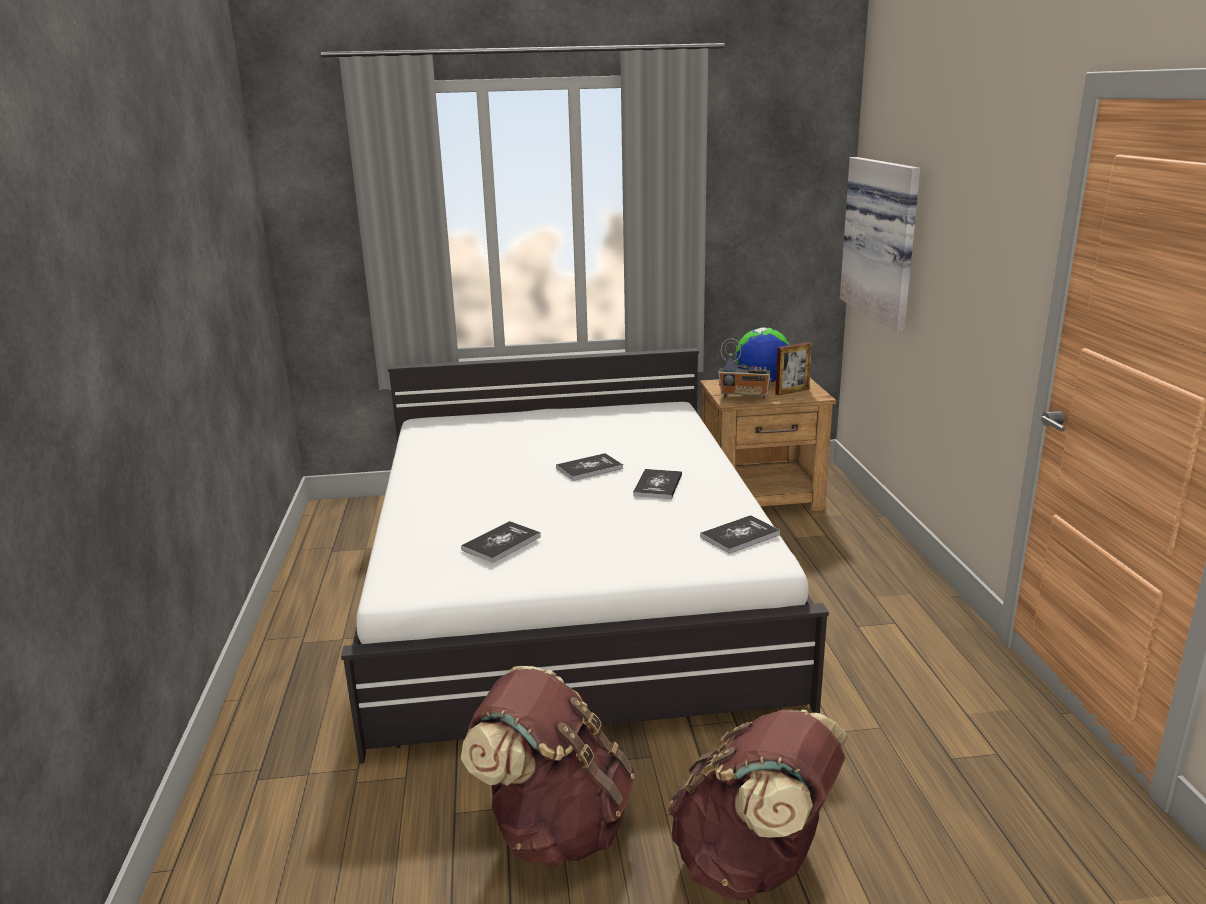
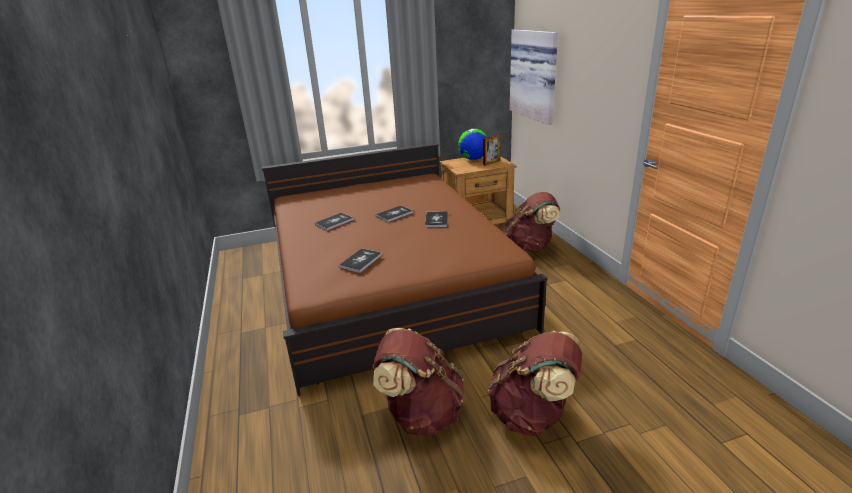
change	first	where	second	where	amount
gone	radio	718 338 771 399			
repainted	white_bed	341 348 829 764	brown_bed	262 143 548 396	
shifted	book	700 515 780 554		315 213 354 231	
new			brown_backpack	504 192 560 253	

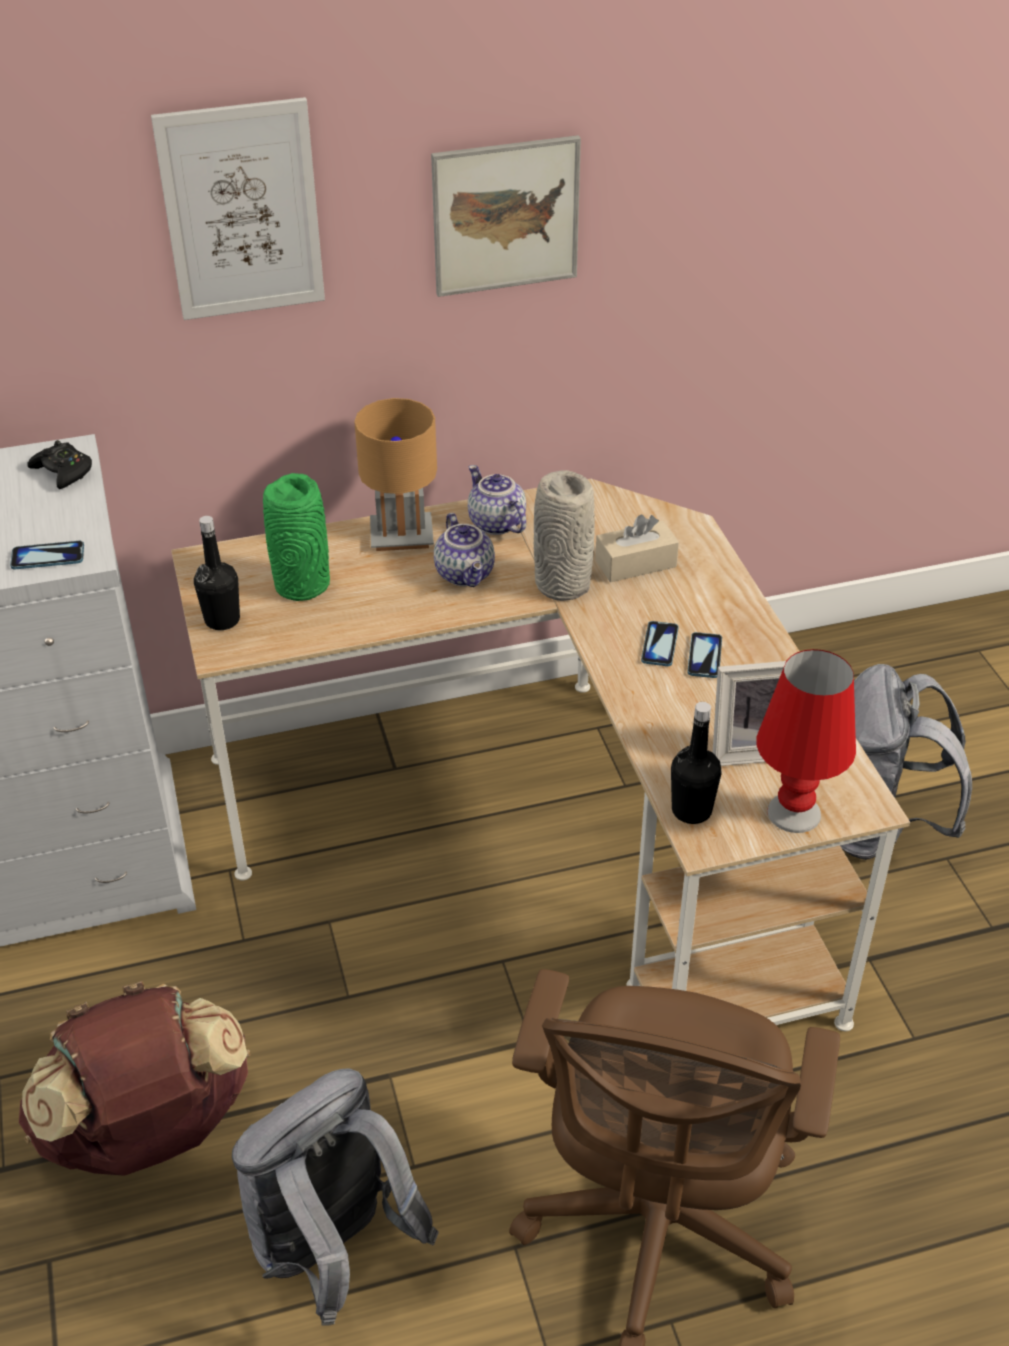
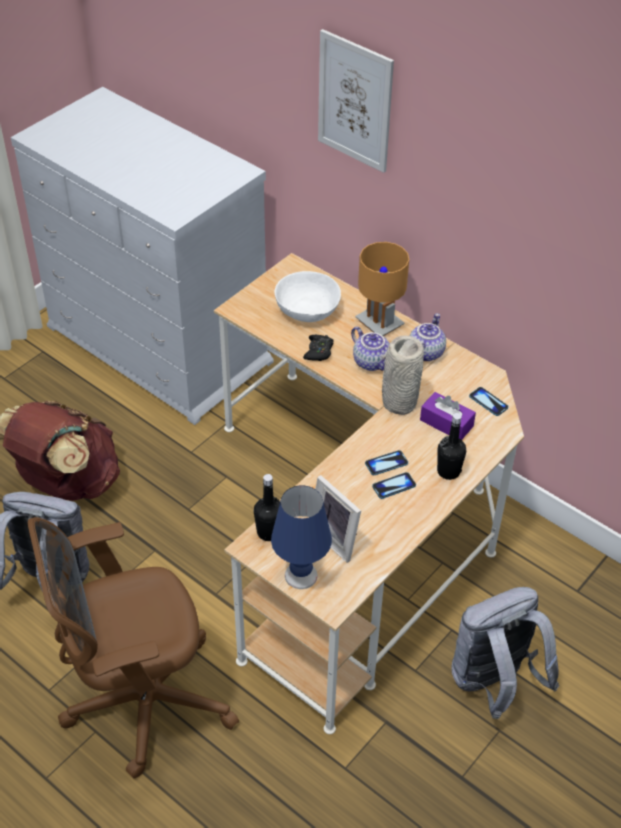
change	first	where	second	where	amount
gone	picture	431 135 581 297			
shifted	black_game_controller	27 440 92 489		303 335 334 361	
swapped	green_vase	263 473 330 601	white_bowl	274 271 341 322	
rotated	teapot	434 513 495 587		351 327 390 371	75 degrees counterclockwise
repainted	beige_tissue_box	595 515 679 582	purple_tissue_box	420 392 476 440	
shifted	black_bottle	194 516 240 630		437 413 466 480	
shifted	phone	10 541 84 569		469 387 509 416	
repainted	red_table_lamp	757 649 856 833	blue_table_lamp	271 485 332 589	

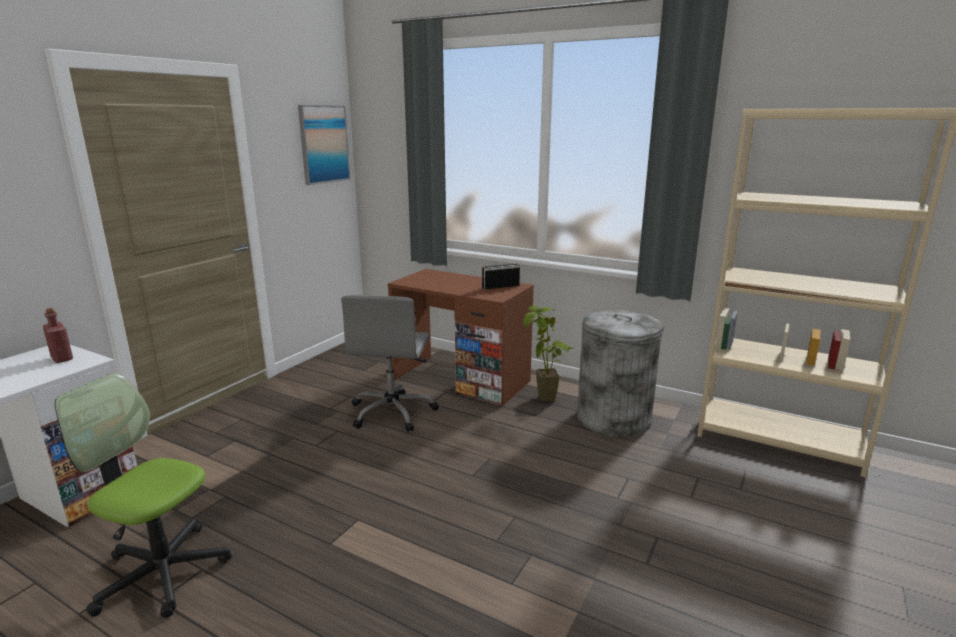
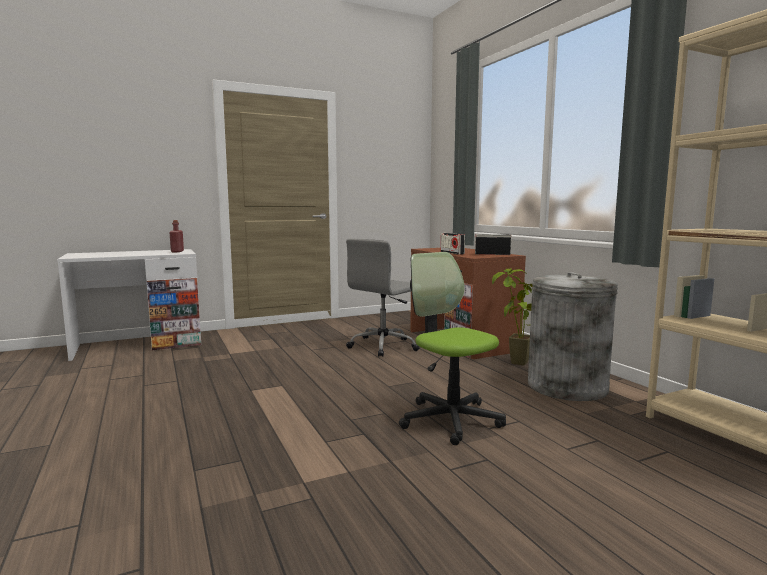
change	first	where	second	where	amount
gone	picture	298 105 351 185			
shifted	office_chair	55 373 232 618		399 252 506 445	
new			radio	441 233 465 255	

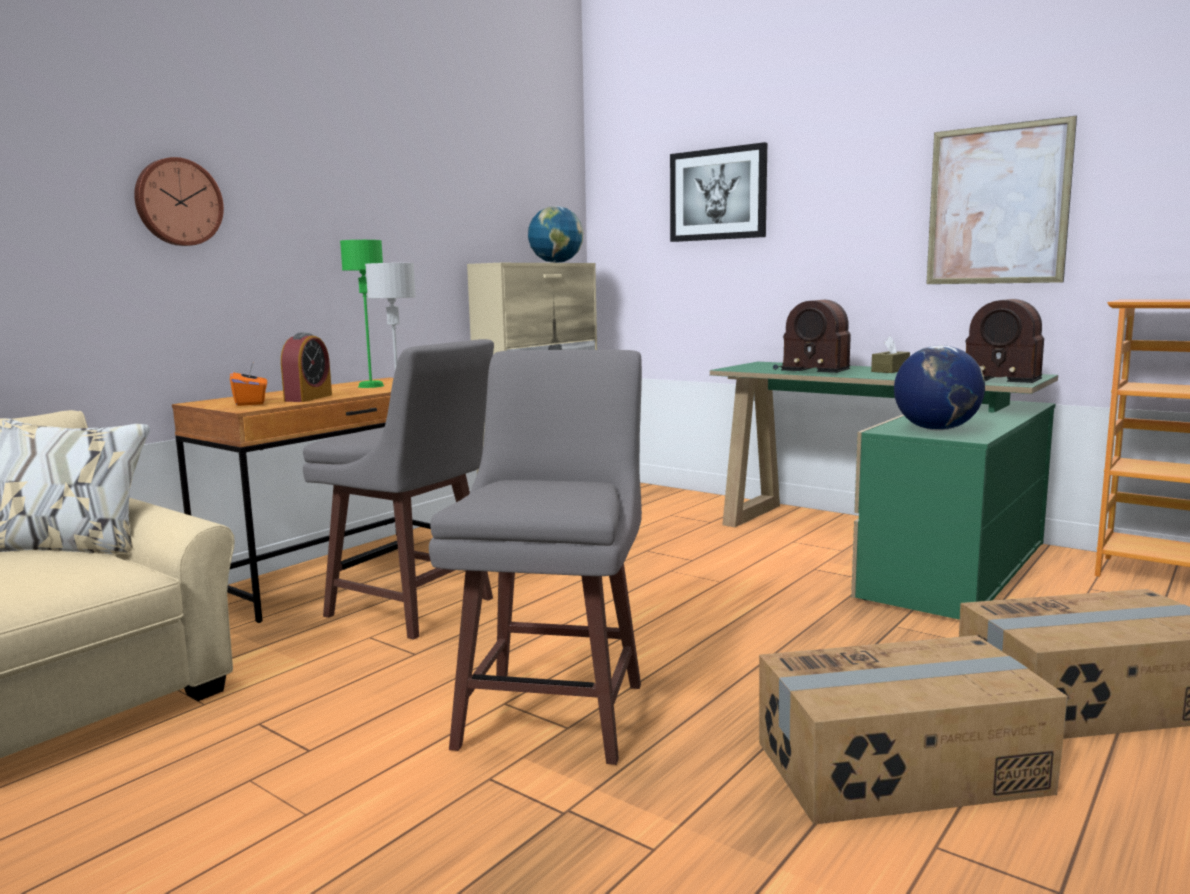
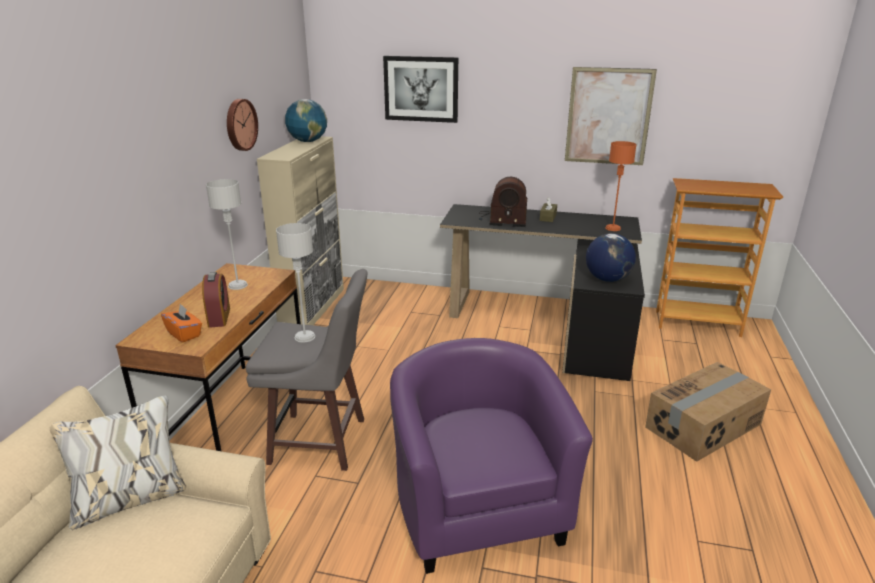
change	first	where	second	where	amount
shifted	wall_clock	134 157 224 246		227 99 258 151	
repainted	green_table_lamp	340 240 384 388	grey_table_lamp	206 179 248 290	
swapped	radio	966 299 1044 383	orange_table_lamp	605 141 637 231	
swapped	grey_stool	429 350 642 765	purple_armchair	390 338 593 574	
repainted	green_desk	710 362 1058 620	black_desk	440 204 645 381	
gone	cardboard_box	759 635 1068 824			

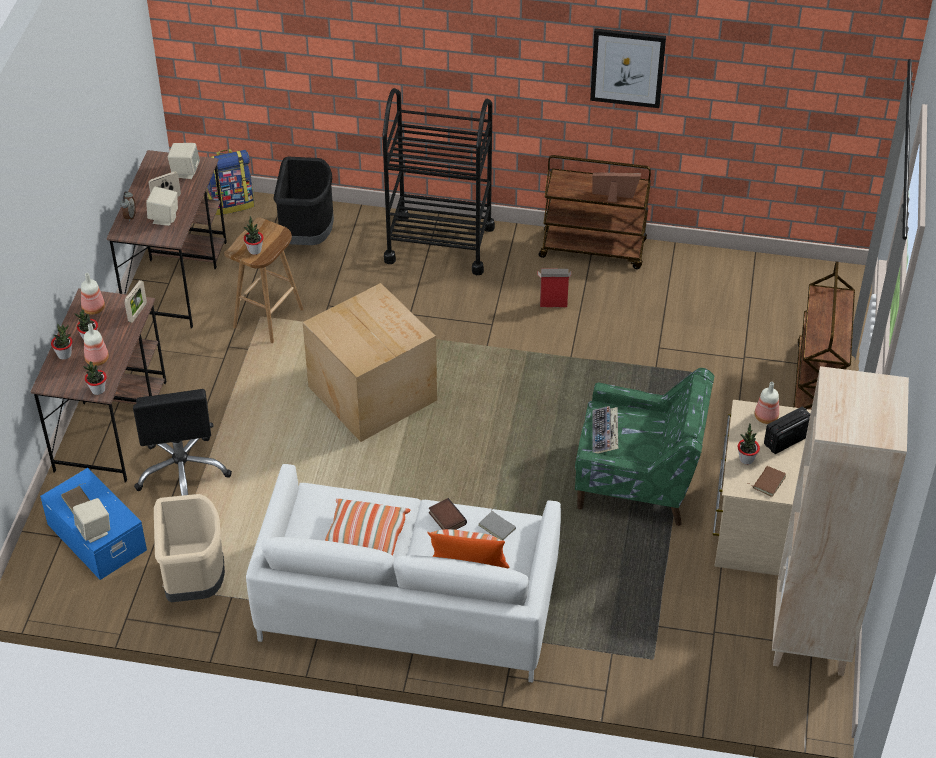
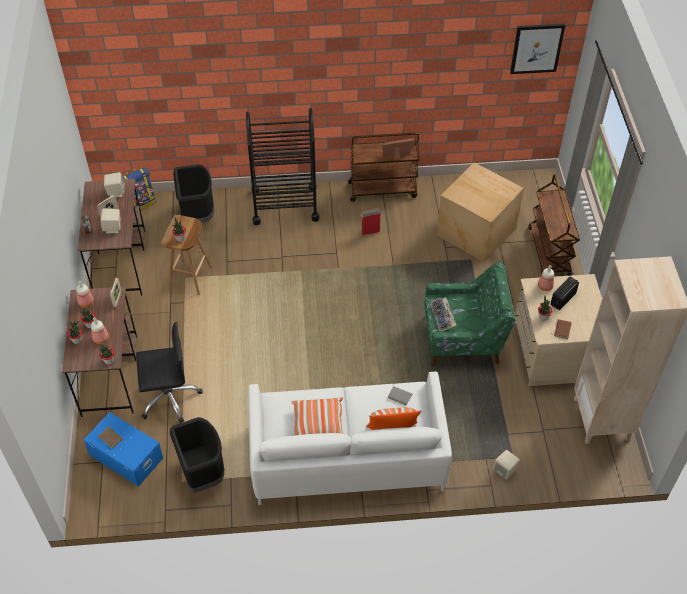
change	first	where	second	where	amount
shifted	picture	590 28 666 108		510 24 565 74	
shifted	cardboard_box	303 283 437 442		437 162 524 262	
rotated	black_office_chair	133 389 232 496		136 322 203 423	75 degrees counterclockwise
repainted	beige_trash_can	154 494 225 602	black_trash_can	170 417 224 493	
shifted	beige_speaker	73 498 110 543		493 450 520 480	
gone	book	429 498 467 530			

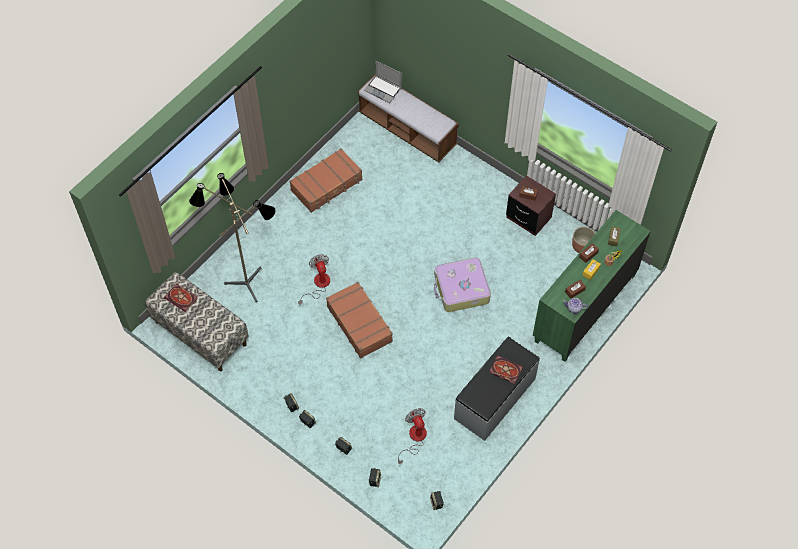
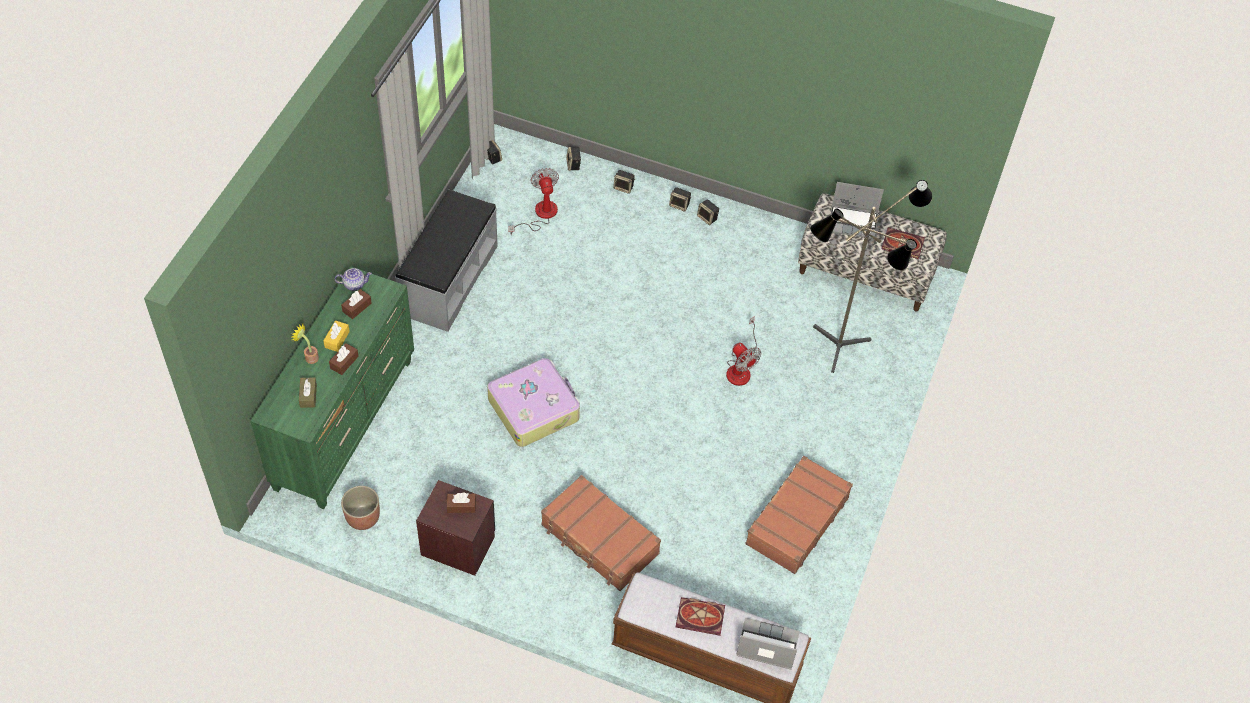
change	first	where	second	where	amount
shifted	brown_suitcase	326 282 393 359		541 475 661 591	
shifted	book	489 355 523 384		676 597 725 636	
rotated	fan	398 408 427 465		508 168 559 235	150 degrees counterclockwise
new			laptop	831 182 884 239	

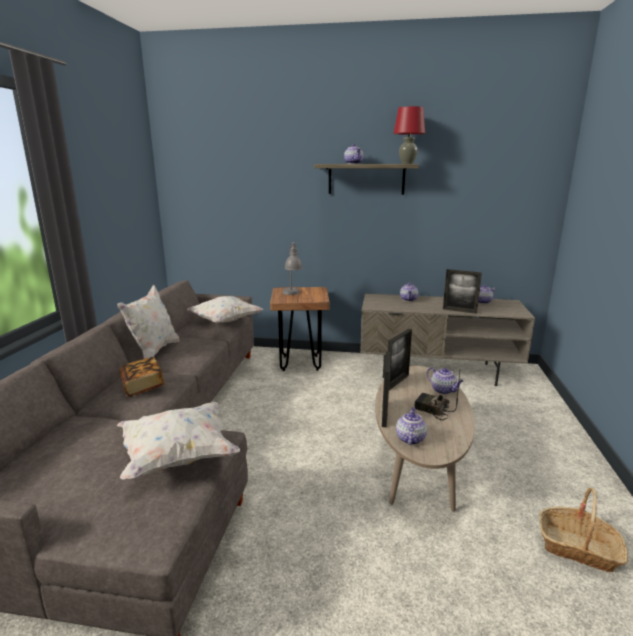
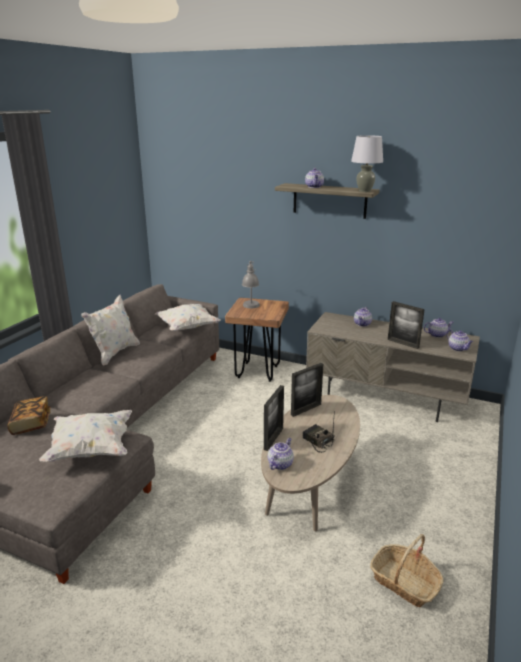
change	first	where	second	where	amount
repainted	red_table_lamp	393 106 425 164	grey_table_lamp	351 135 383 192	
shifted	book	119 357 165 397		7 396 51 435	
shifted	teapot	427 367 464 394		447 330 473 351	

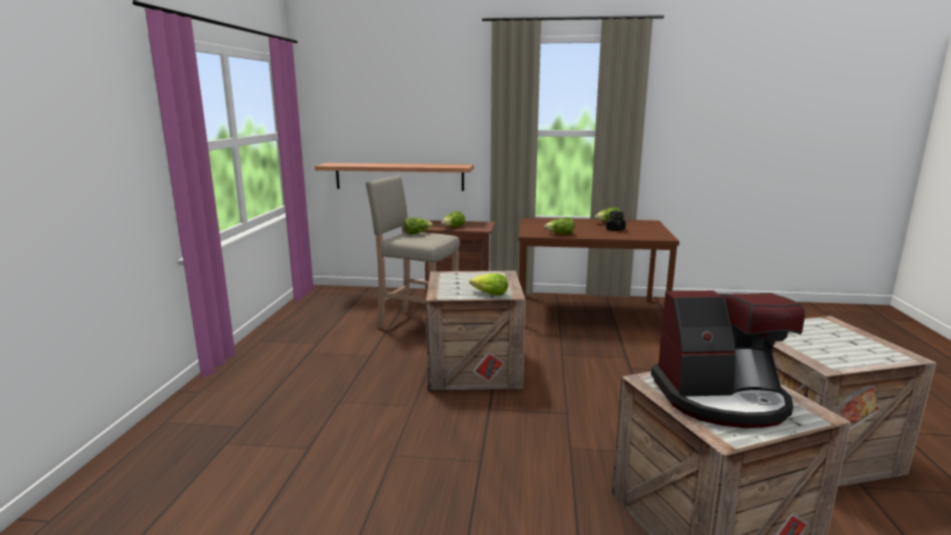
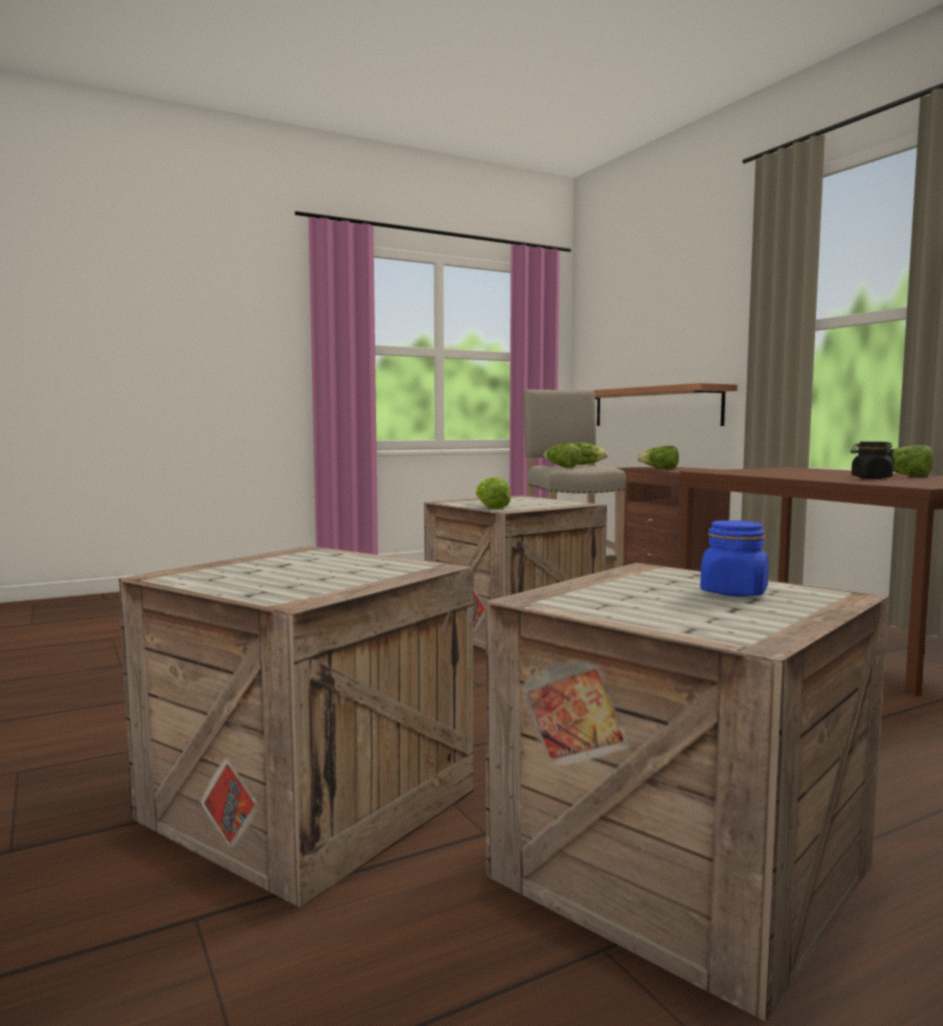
change	first	where	second	where	amount
shifted	lettuce	544 217 574 234		544 443 581 468	
gone	coffee_machine	651 291 805 428			
new			blue_jar	700 520 769 597	

